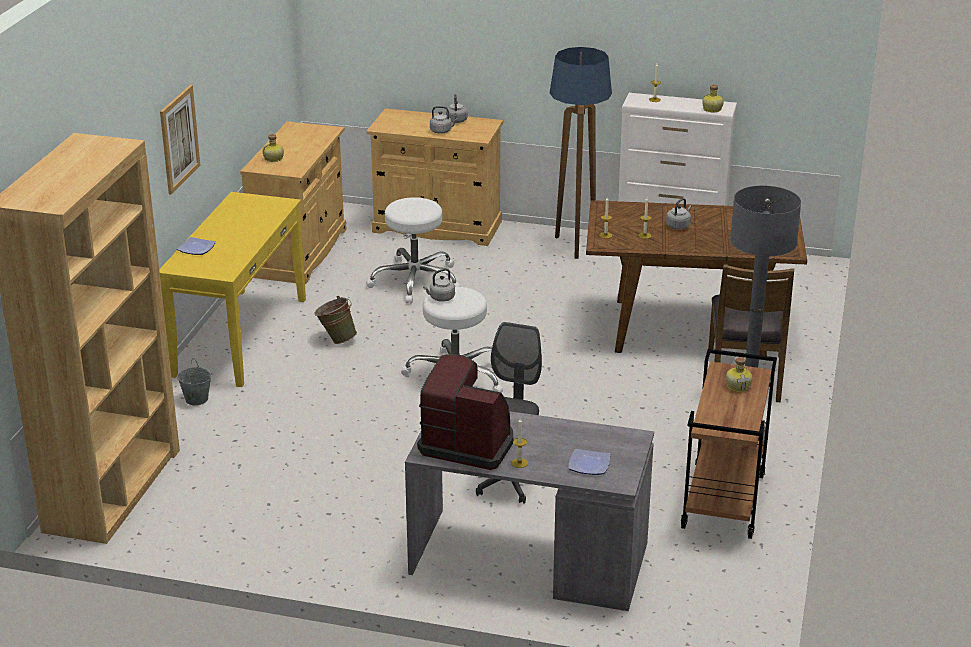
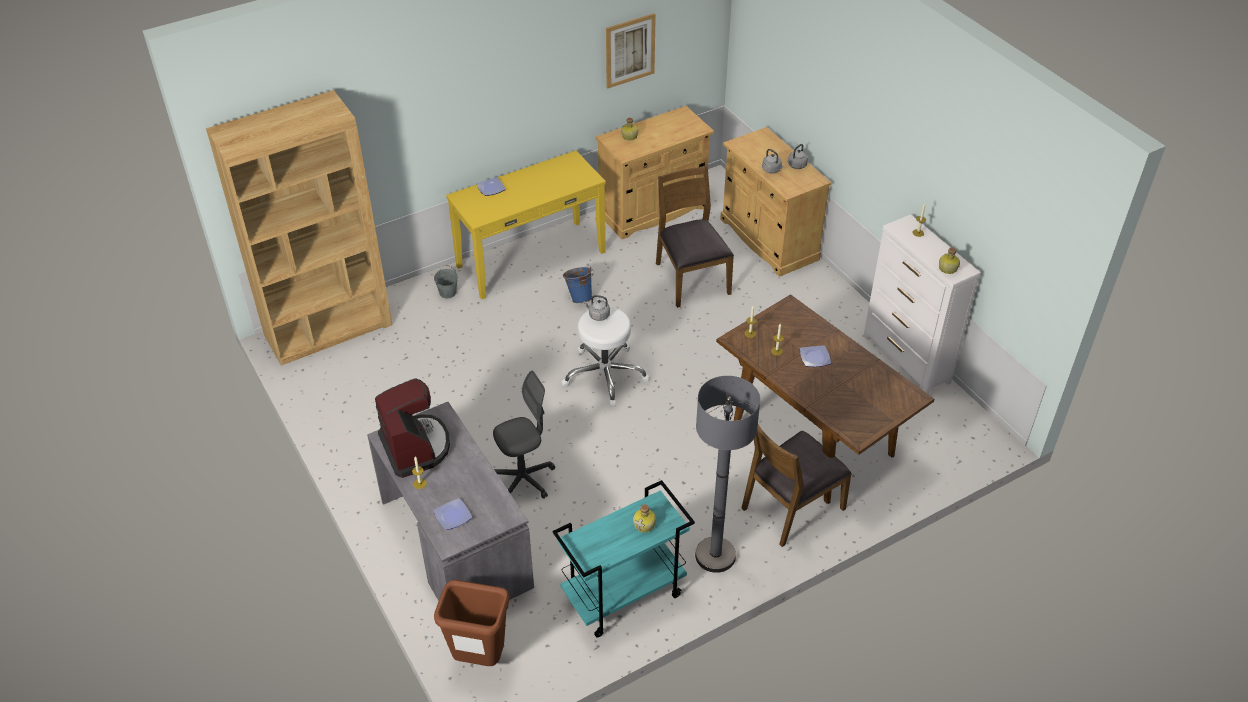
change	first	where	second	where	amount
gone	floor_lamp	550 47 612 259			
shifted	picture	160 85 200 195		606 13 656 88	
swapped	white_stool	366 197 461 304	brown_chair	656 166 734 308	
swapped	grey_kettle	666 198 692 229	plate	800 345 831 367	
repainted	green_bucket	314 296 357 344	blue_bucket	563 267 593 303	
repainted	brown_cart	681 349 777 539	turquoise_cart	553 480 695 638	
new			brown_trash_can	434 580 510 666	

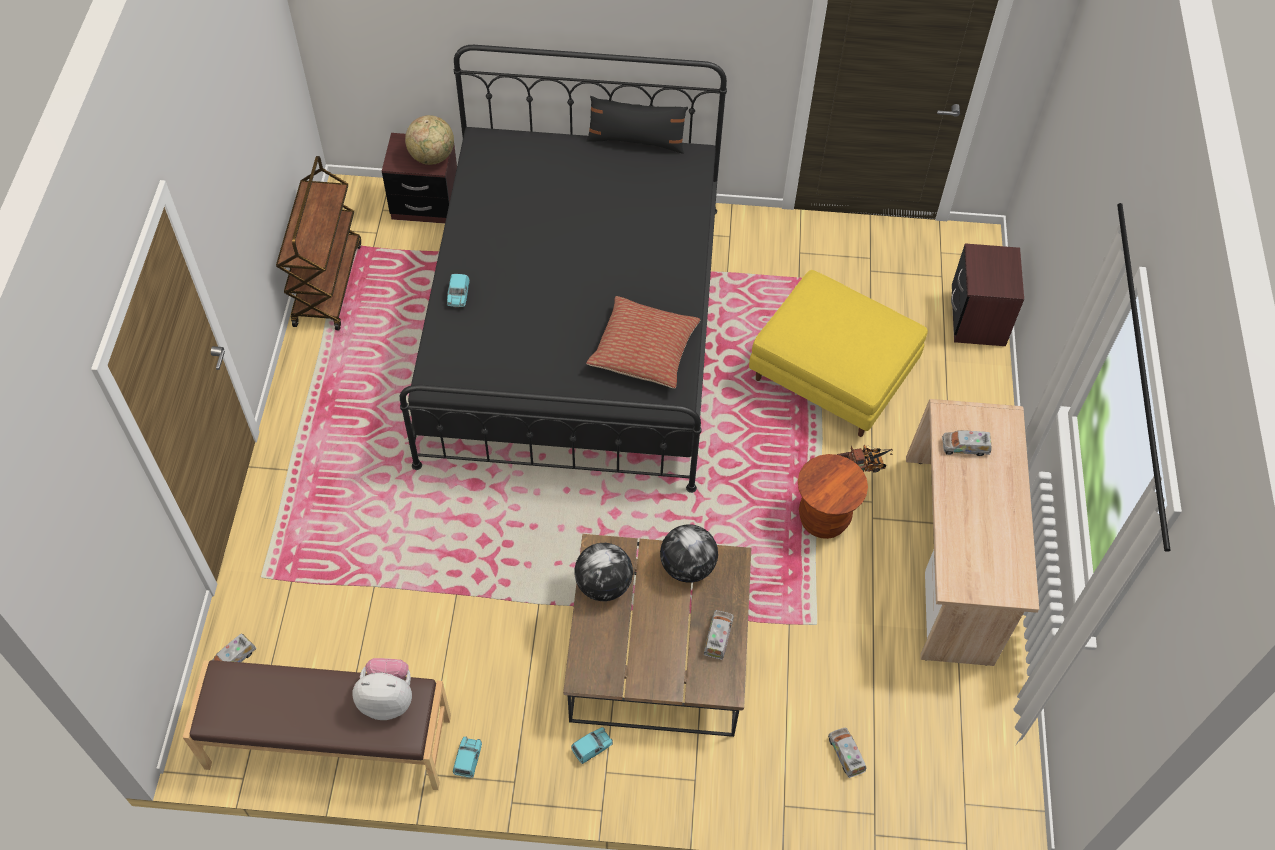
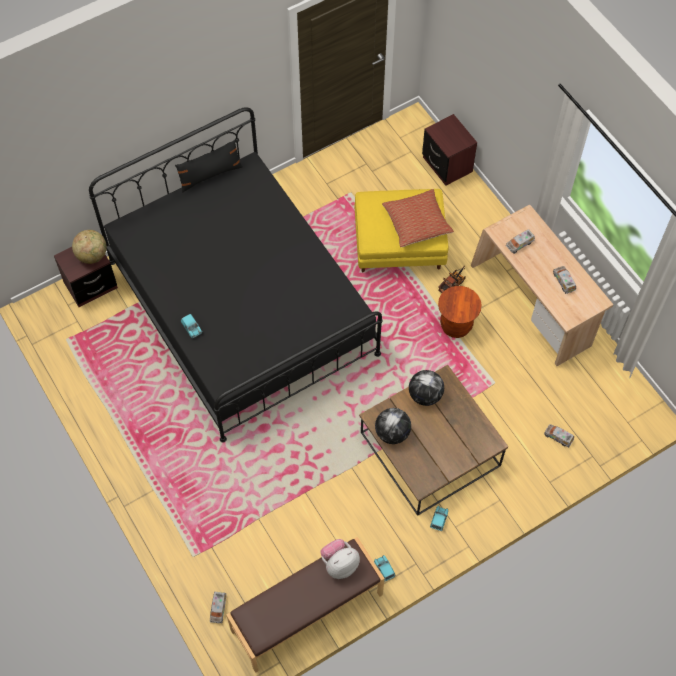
change	first	where	second	where	amount
gone	brown_cart	276 156 361 330			
shifted	pillow	586 296 700 388		382 189 454 247	
shifted	toy_truck	704 610 734 660		553 266 576 294	

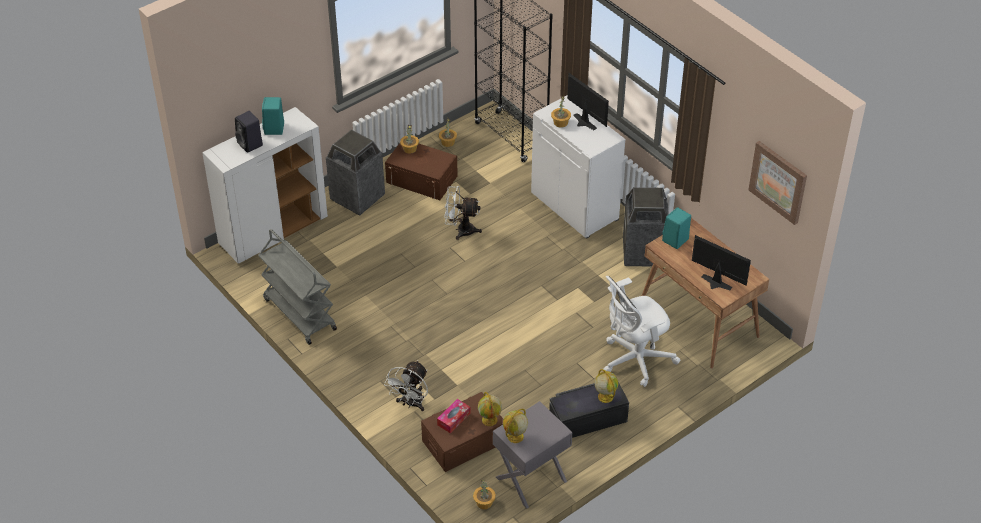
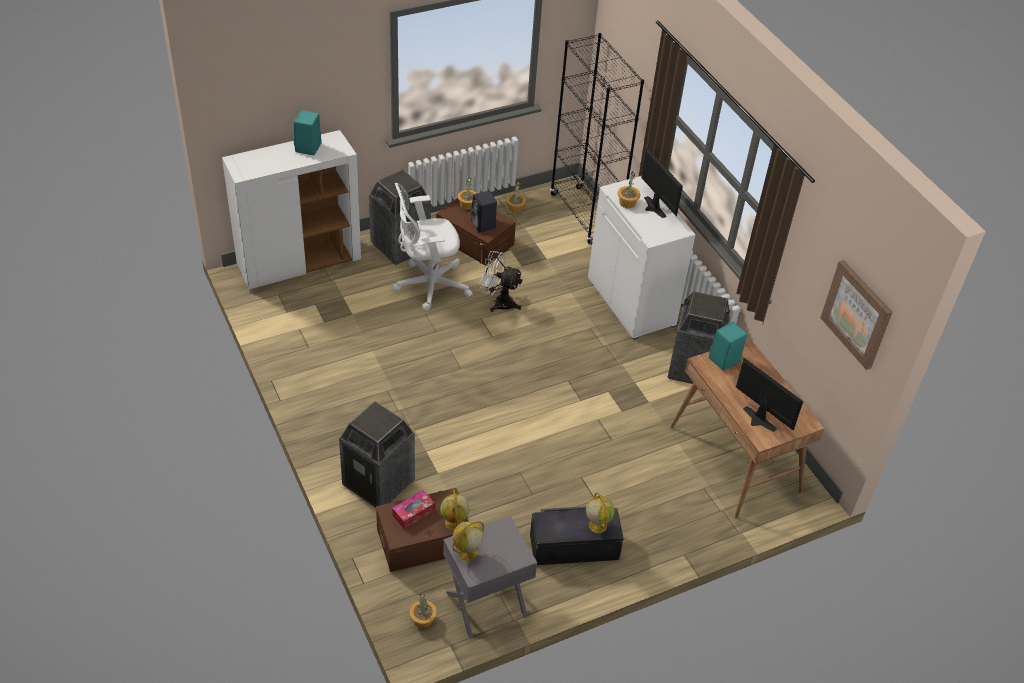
change	first	where	second	where	amount
shifted	black_speaker	235 111 263 153		470 191 497 233	
gone	grey_cart	259 229 337 345			
shifted	white_office_chair	604 276 680 387		392 183 473 311	
swapped	white_fan	384 361 428 411	trash_can	339 401 415 508	

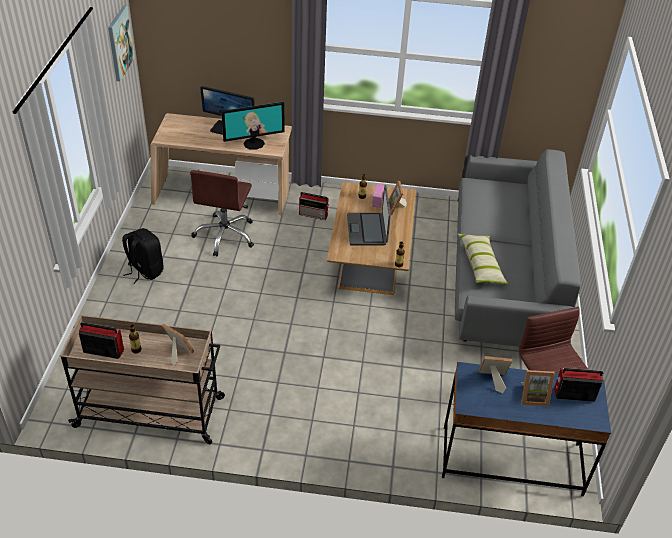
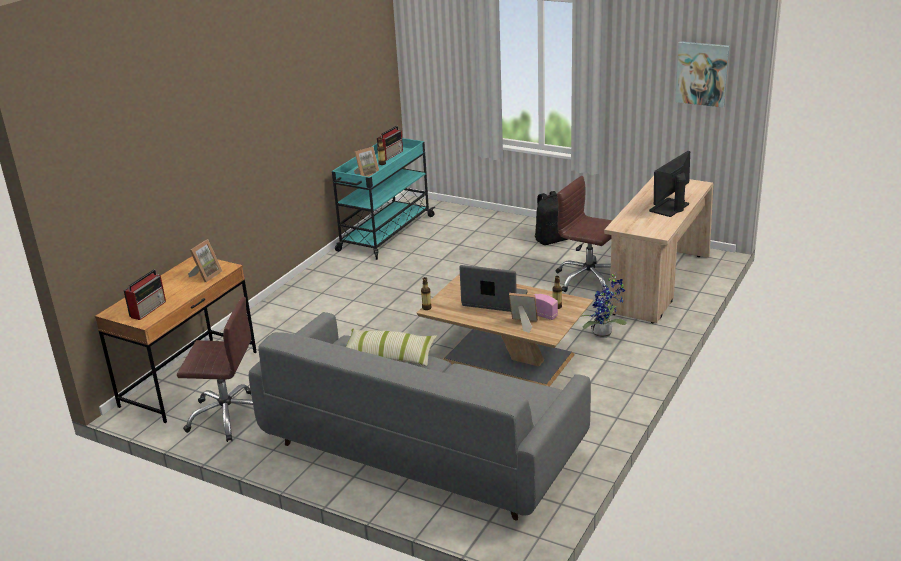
change	first	where	second	where	amount
gone	monitor	221 102 285 149			
swapped	radio	299 192 329 220	potted_plant	581 272 627 338	
repainted	beige_cart	61 315 225 444	turquoise_cart	332 138 435 260	
repainted	blue_desk	442 362 611 496	brown_desk	95 256 257 423	
gone	picture_frame	521 370 555 406			

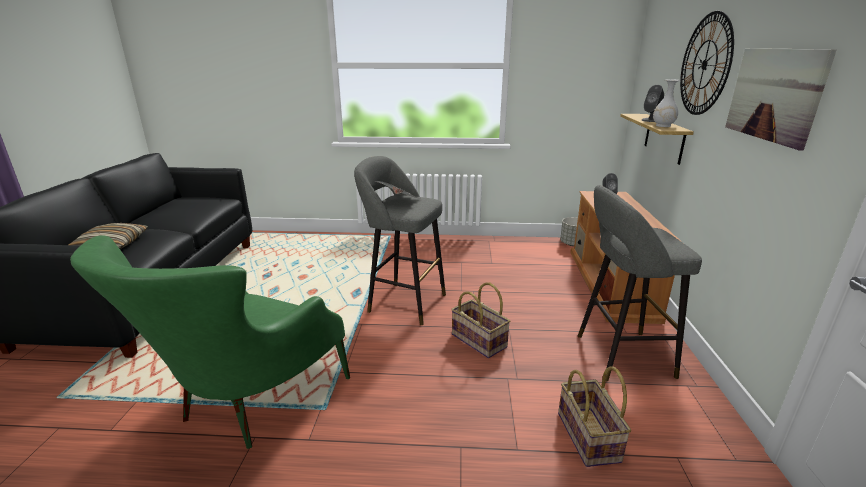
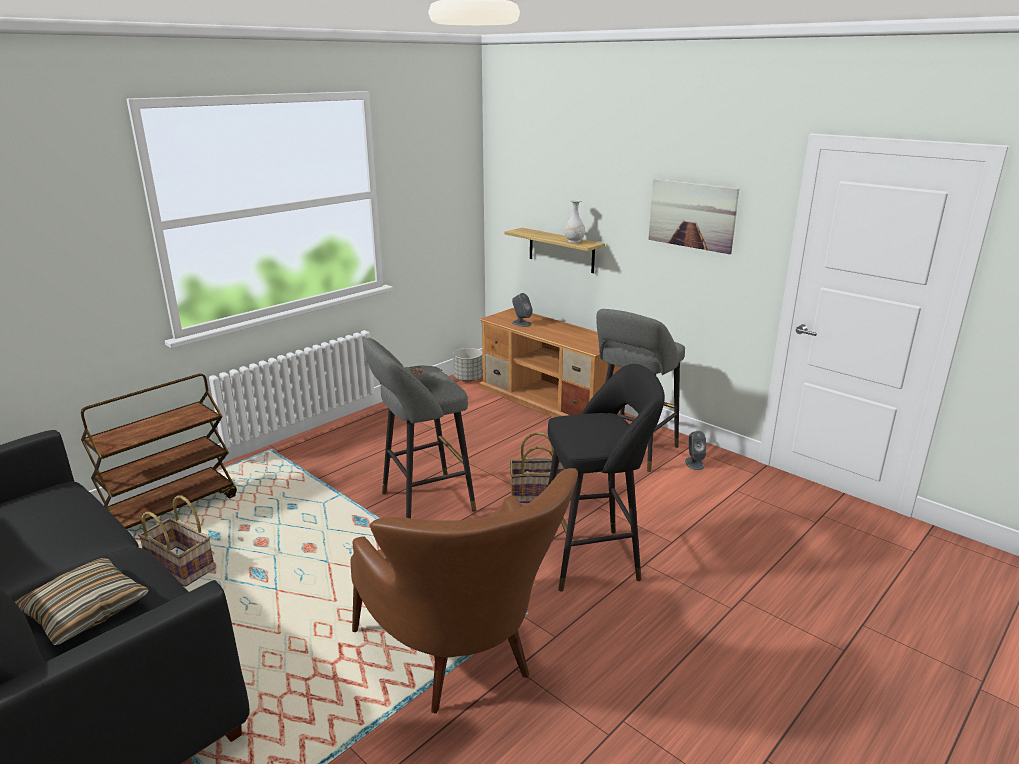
change	first	where	second	where	amount
gone	wall_clock	680 11 734 115			
shifted	grey_speaker	641 85 664 122		685 431 706 470	
repainted	green_armchair	70 235 350 449	brown_armchair	351 468 578 714	
shifted	basket	558 366 631 467		138 495 215 587	
new			black_stool	548 364 665 591	
new			brown_cart	81 373 237 529	

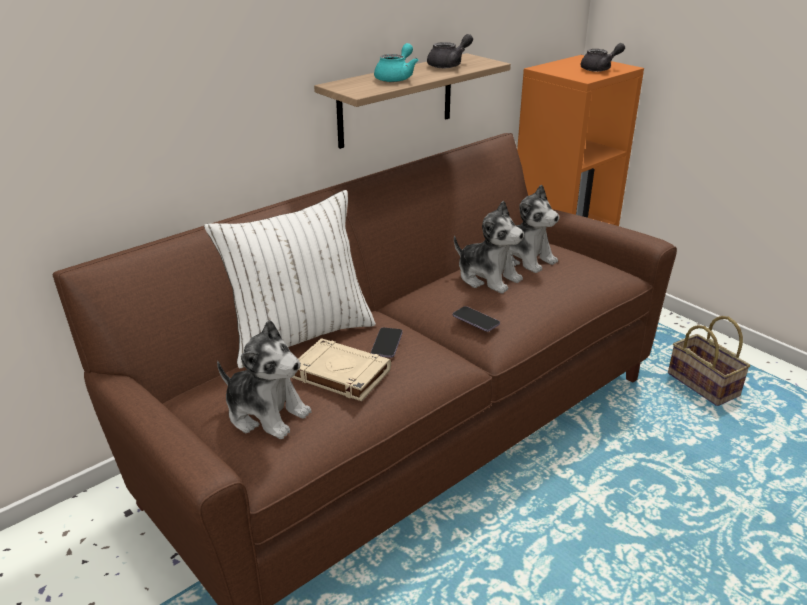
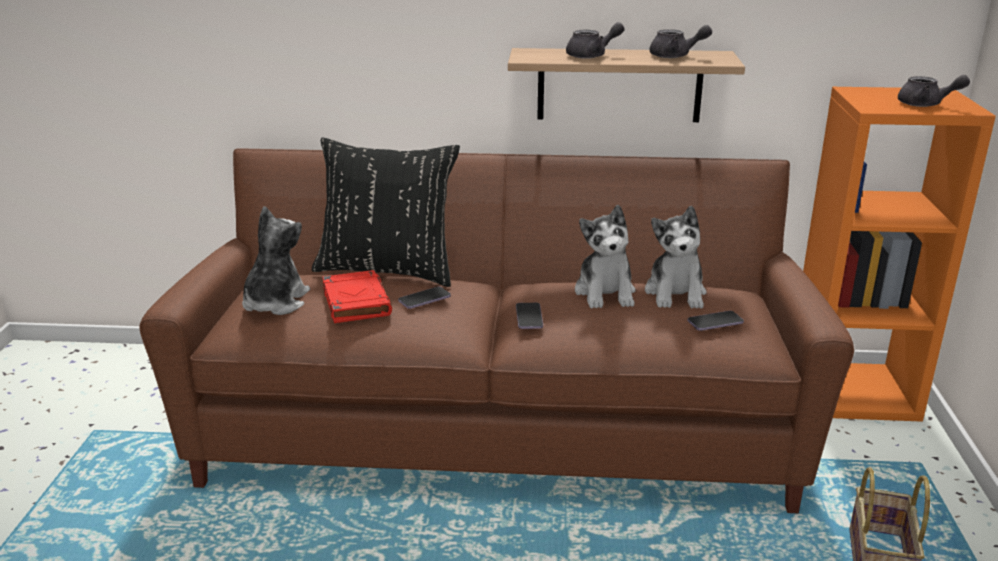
change	first	where	second	where	amount
repainted	turquoise_teapot	374 43 418 82	grey_teapot	566 22 625 59	
repainted	white_pillow	204 190 376 368	black_pillow	312 137 460 287	
rotated	plush_toy	217 320 311 439		242 206 310 315	150 degrees counterclockwise
repainted	beige_book	292 338 391 401	red_book	322 270 392 323	
new			phone	688 311 744 331	

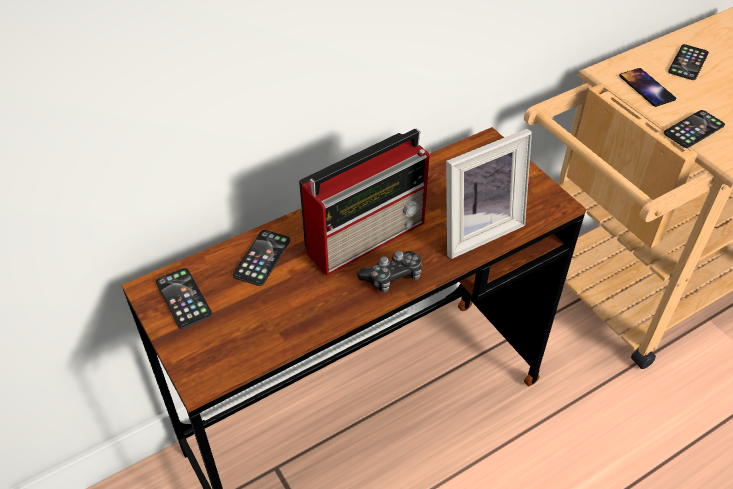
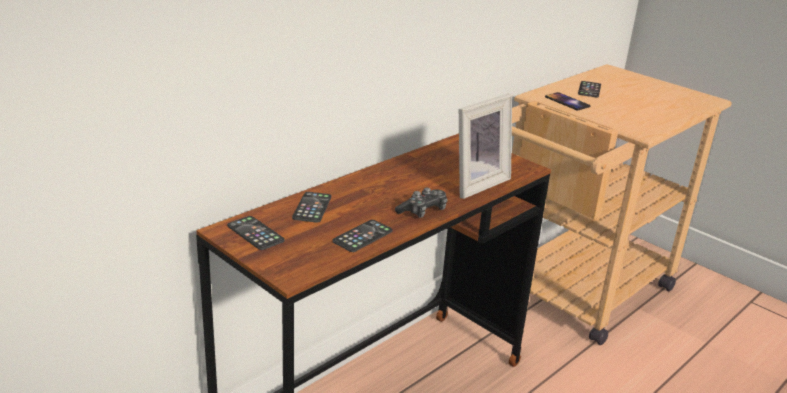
change	first	where	second	where	amount
shifted	phone	664 110 725 148		332 220 393 252	
gone	radio	299 128 429 276			

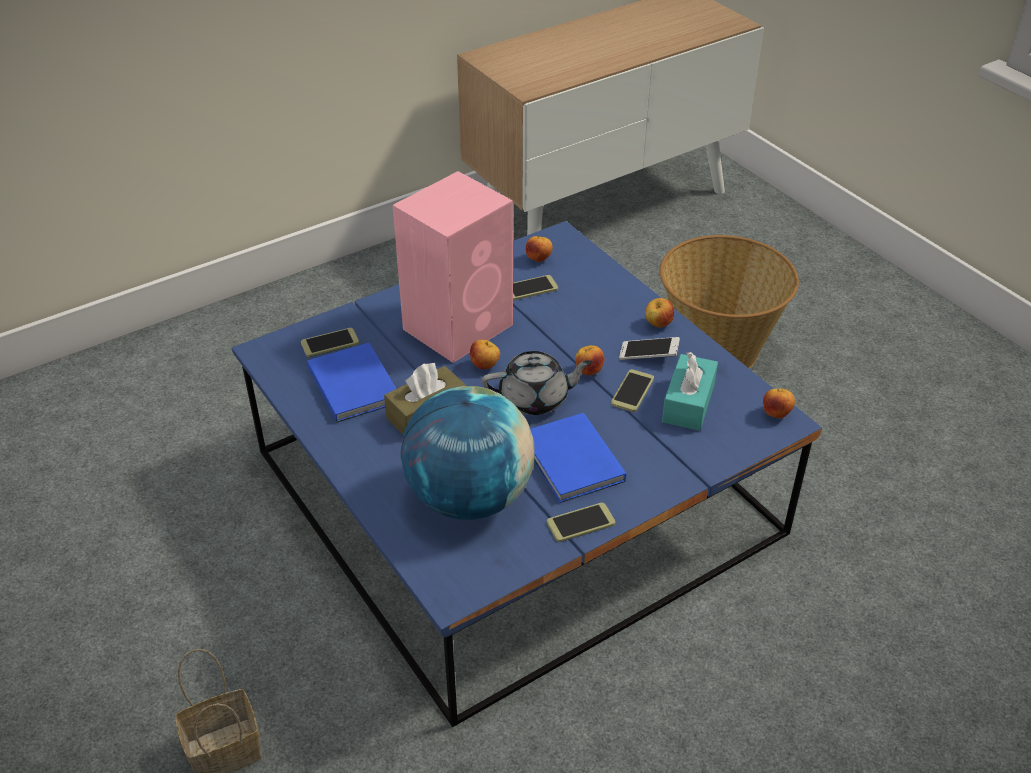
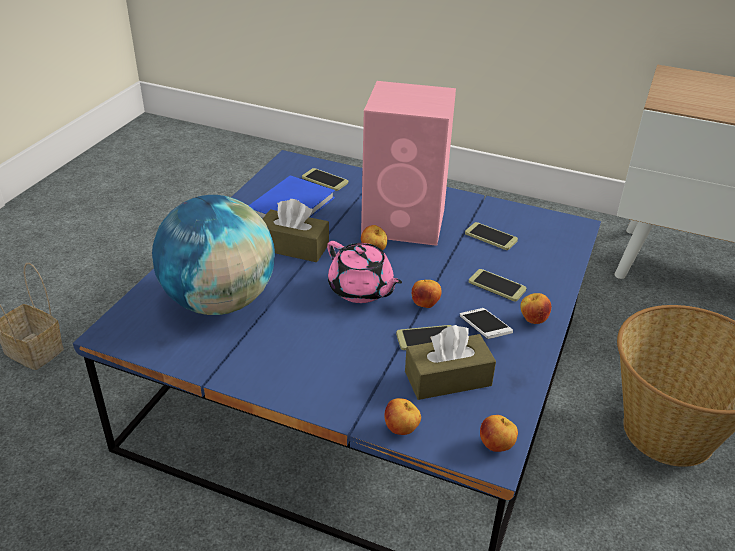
change	first	where	second	where	amount
shifted	apple	526 236 553 262		384 398 421 435	
repainted	grey_teapot	482 351 593 415	pink_teapot	327 241 402 303	
repainted	turquoise_tissue_box	662 352 718 431	brown_tissue_box	405 325 496 400	
gone	blue_book	530 413 626 503			
shifted	phone	547 503 615 542		469 269 527 301	

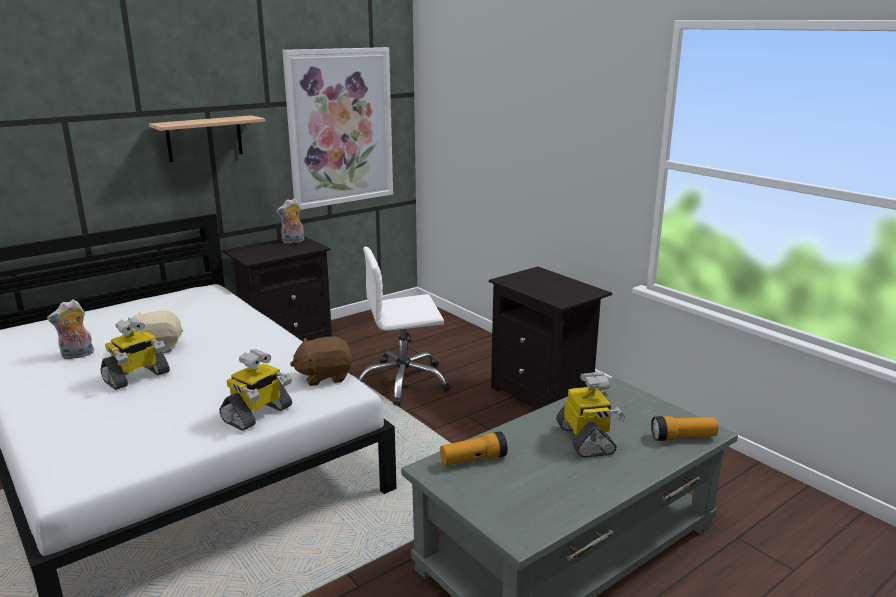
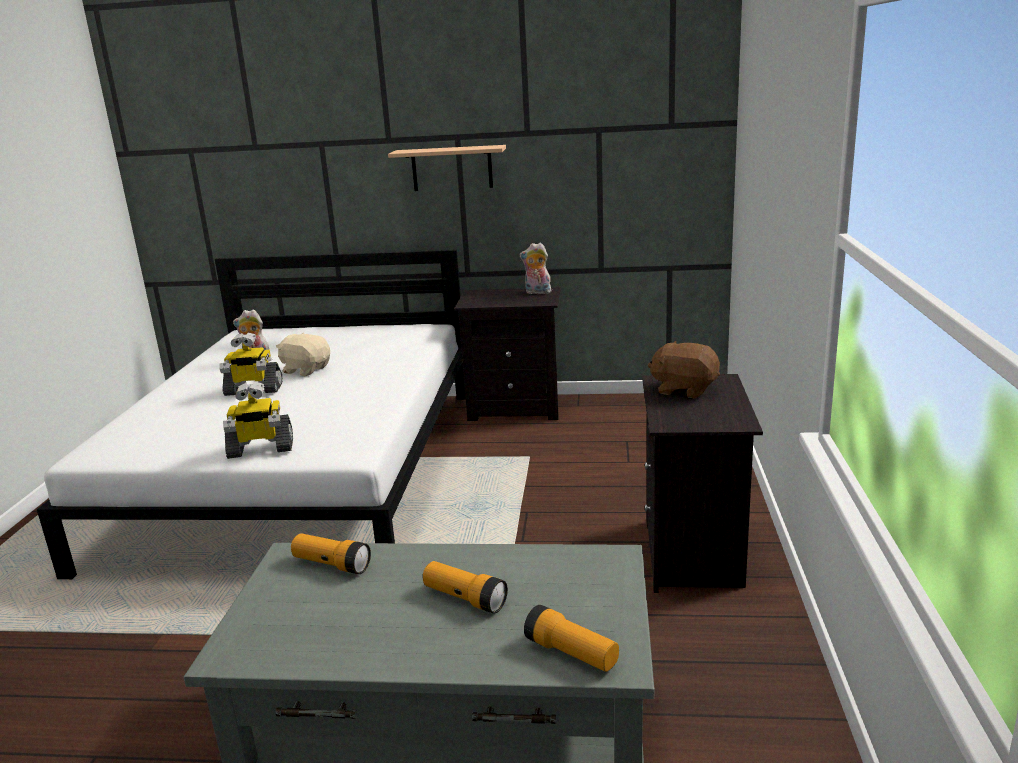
change	first	where	second	where	amount
gone	picture	282 47 393 210			
gone	white_office_chair	358 246 451 405			
shifted	brown_plush_toy	290 336 353 386		648 341 720 398	
swapped	toy_robot	556 372 625 458	flashlight	423 561 508 613	

